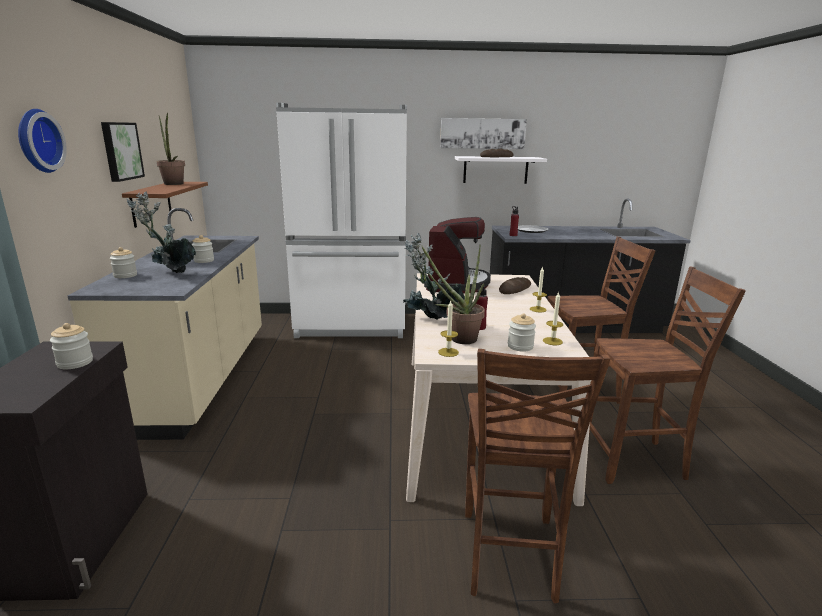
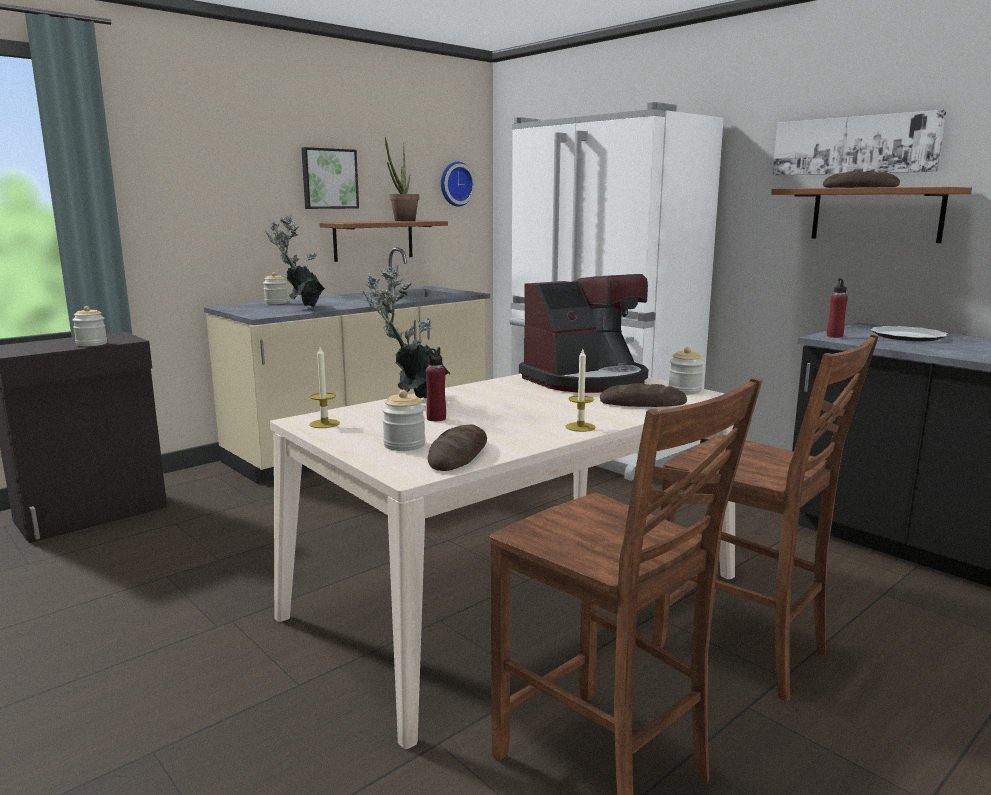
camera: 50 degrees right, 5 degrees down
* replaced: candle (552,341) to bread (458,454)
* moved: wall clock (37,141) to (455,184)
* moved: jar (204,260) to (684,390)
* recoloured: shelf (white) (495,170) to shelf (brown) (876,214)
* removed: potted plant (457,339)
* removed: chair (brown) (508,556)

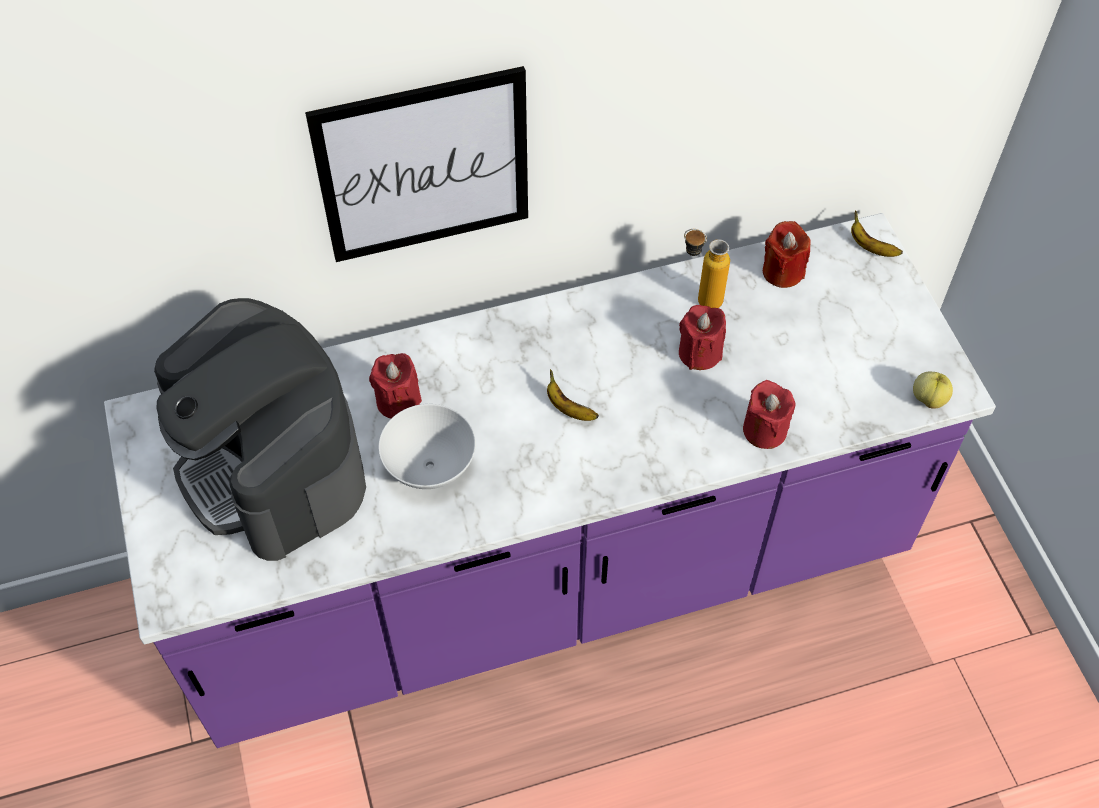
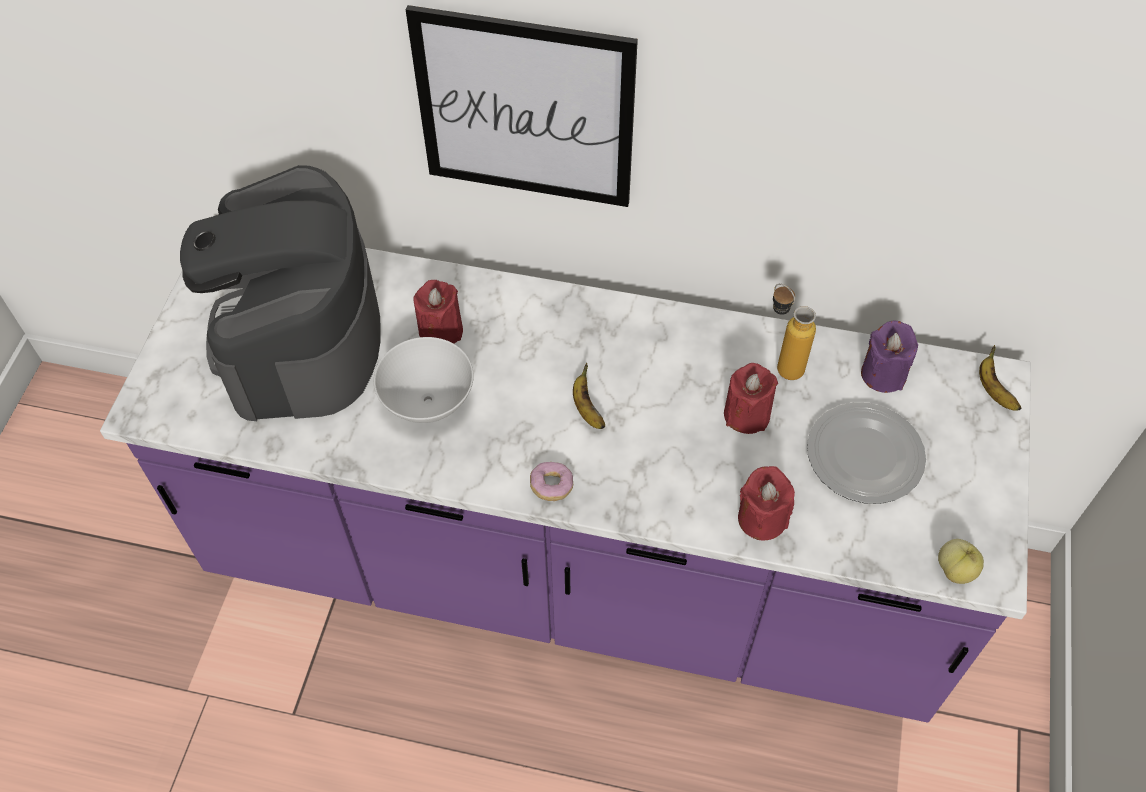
camera: 30 degrees right, 0 degrees up
* added: donut (551,486)
* added: plate (865,457)
* recoloured: candle (red) (782,272) to candle (purple) (883,374)

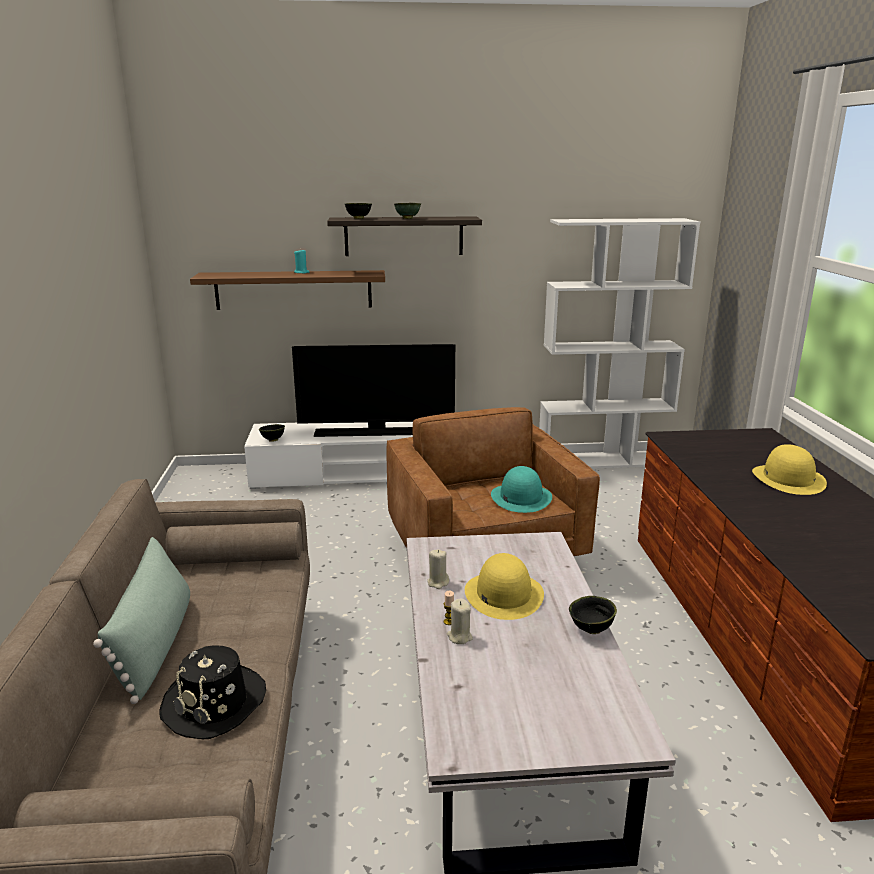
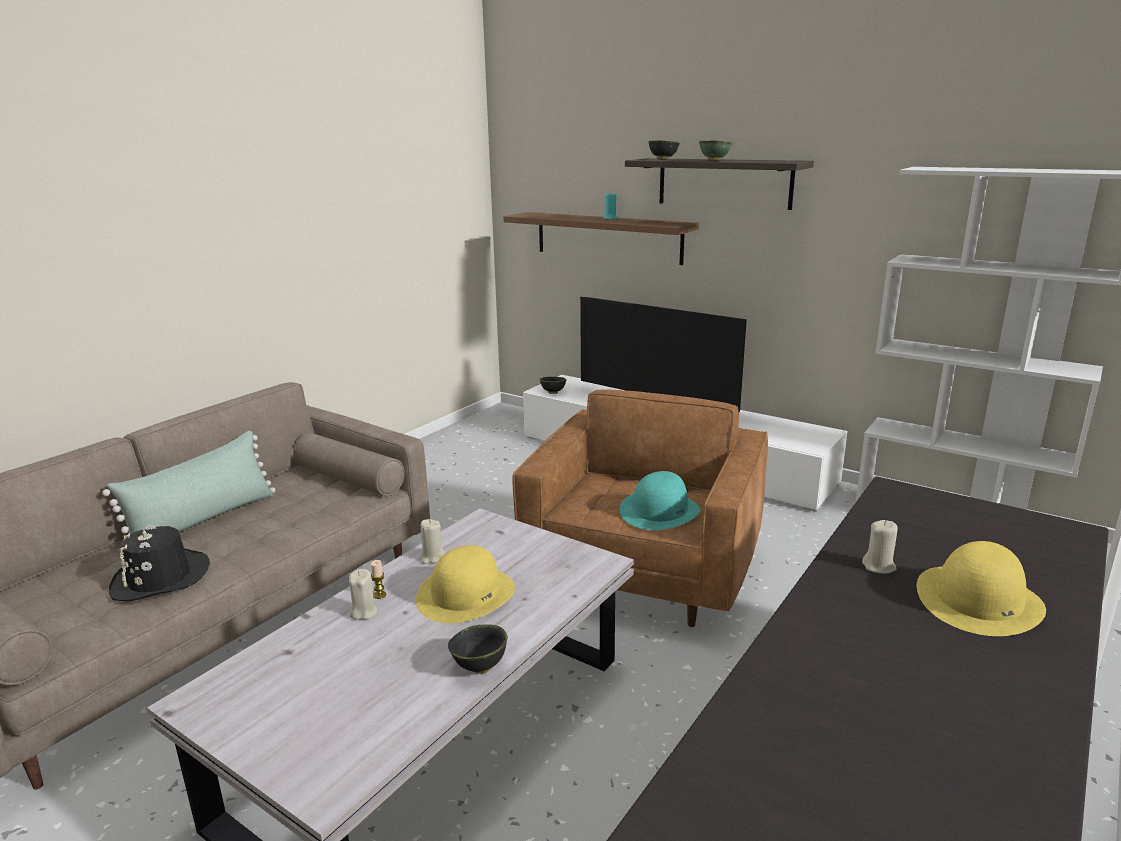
camera: 40 degrees right, 0 degrees up
* added: candle (beige) (879,566)

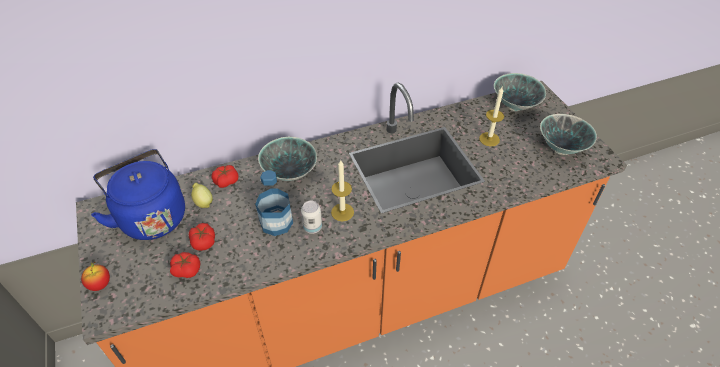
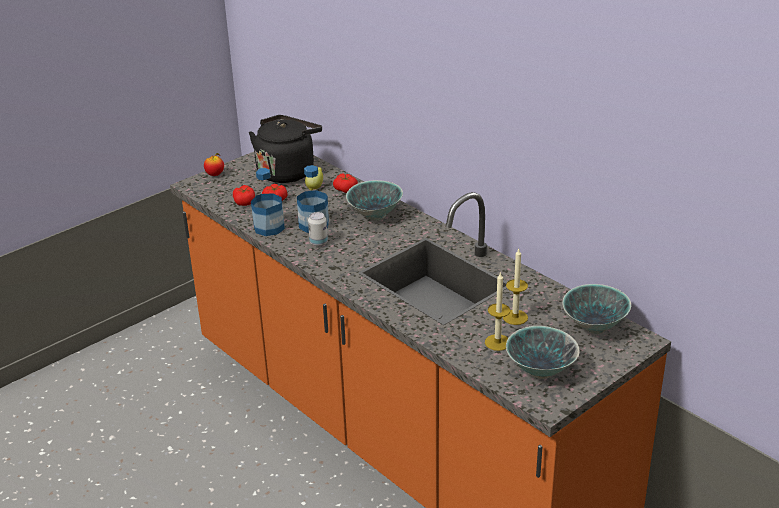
camera: 70 degrees right, 15 degrees down
* recoloured: kettle (blue) (151,216) to kettle (black) (287,171)
* added: bottle (269,228)
* moved: candle (342,212) to (497,342)

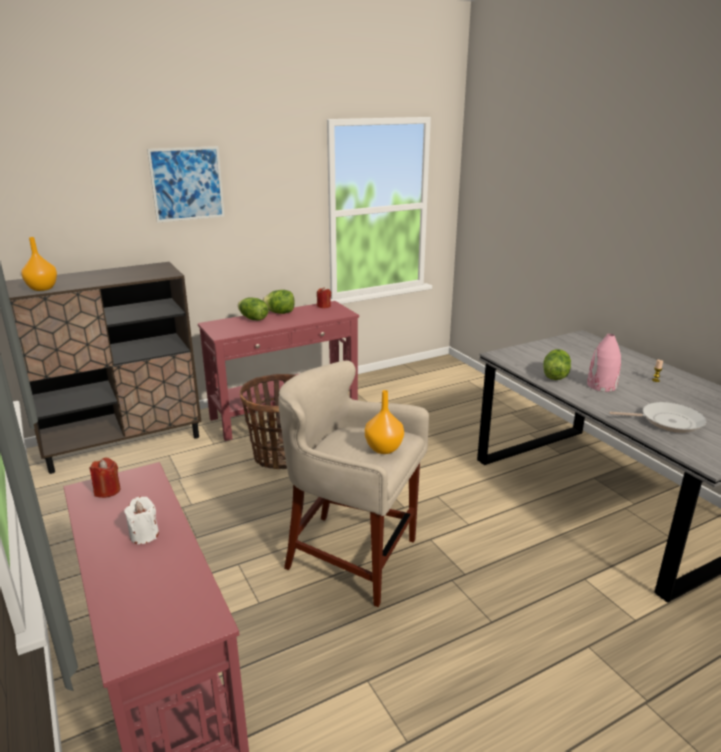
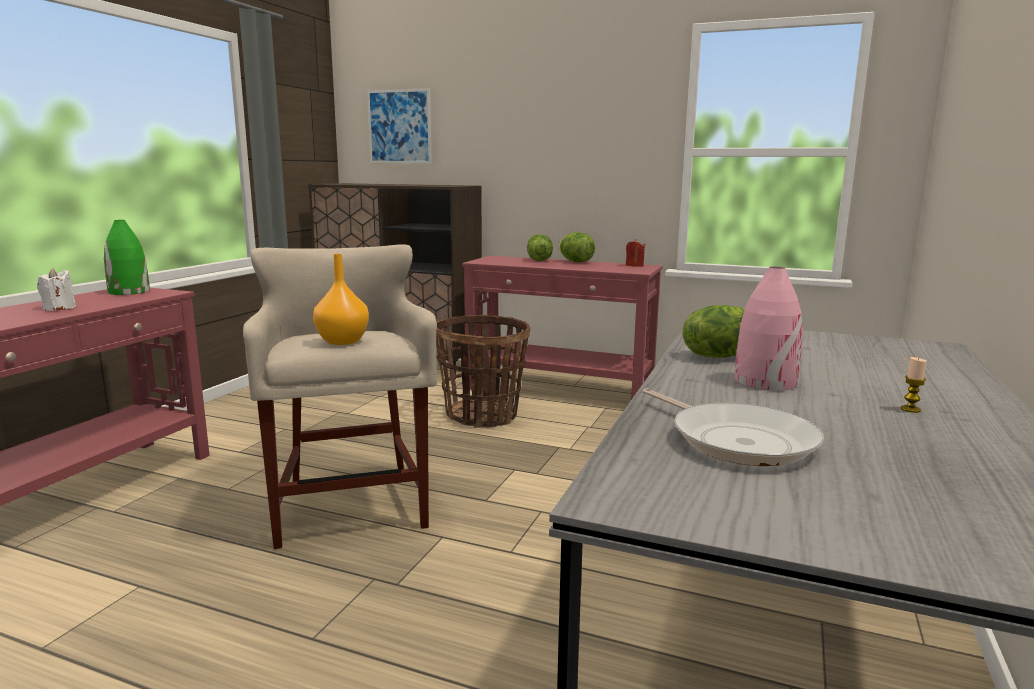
camera: 50 degrees right, 10 degrees down
* replaced: candle (red) (107,490) to vase (green) (129,292)
* moved: picture (187,184) to (399,126)
* removed: vase (orange) (42,288)

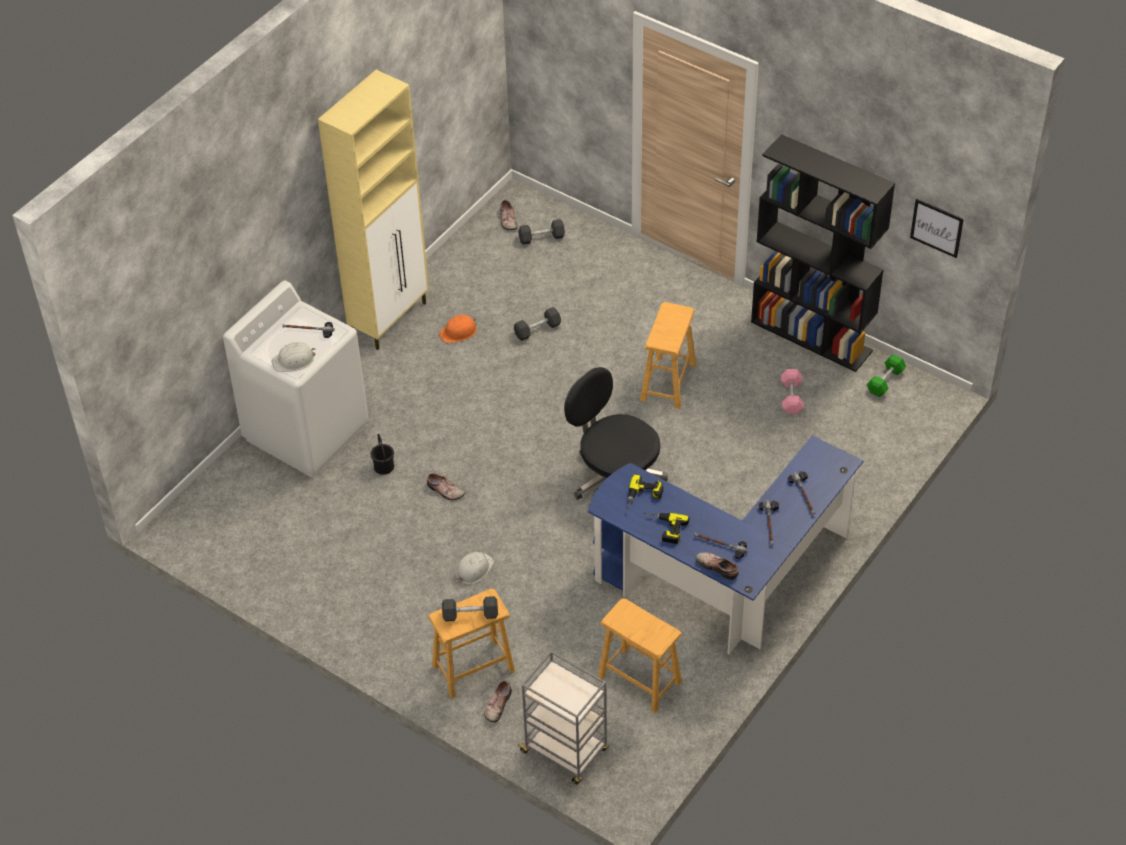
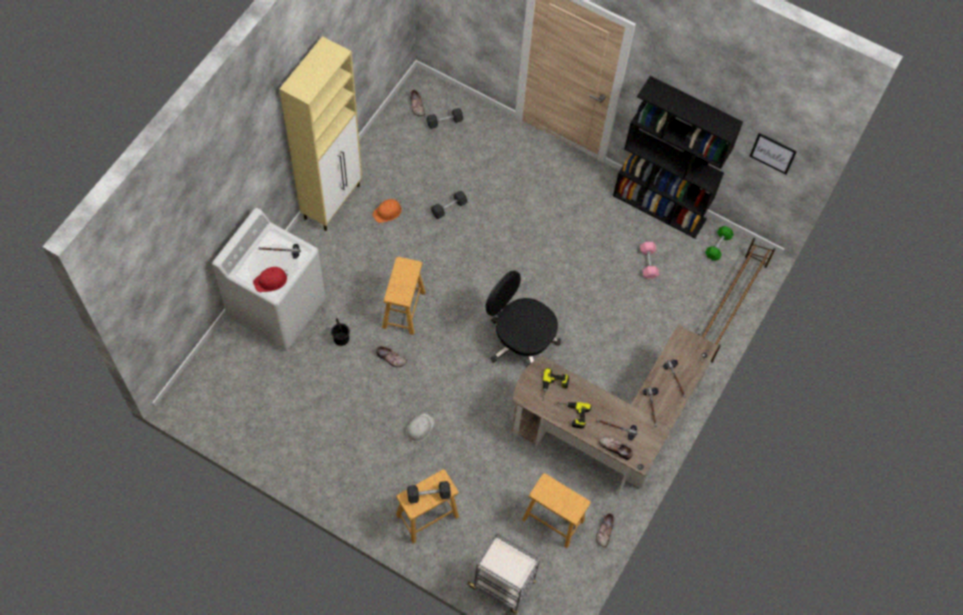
camera: 10 degrees left, 15 degrees up
* recoloured: hard hat (white) (294,360) to hard hat (red) (271,280)
* moved: stool (brown) (668,382) to (403,310)
* recoloured: desk (blue) (724,581) to desk (brown) (610,430)
* moved: shoe (497,705) to (604,531)
* added: shoe rack (brown) (728,308)

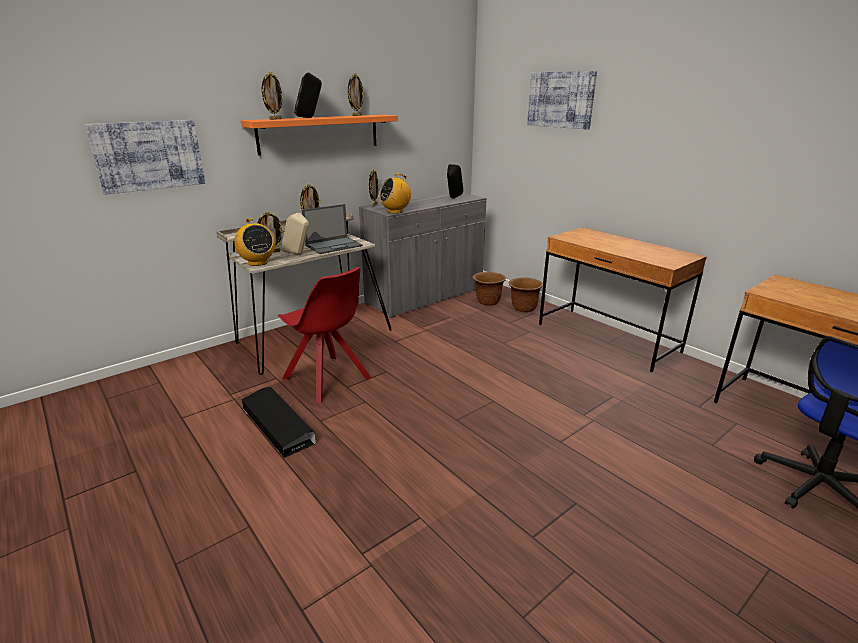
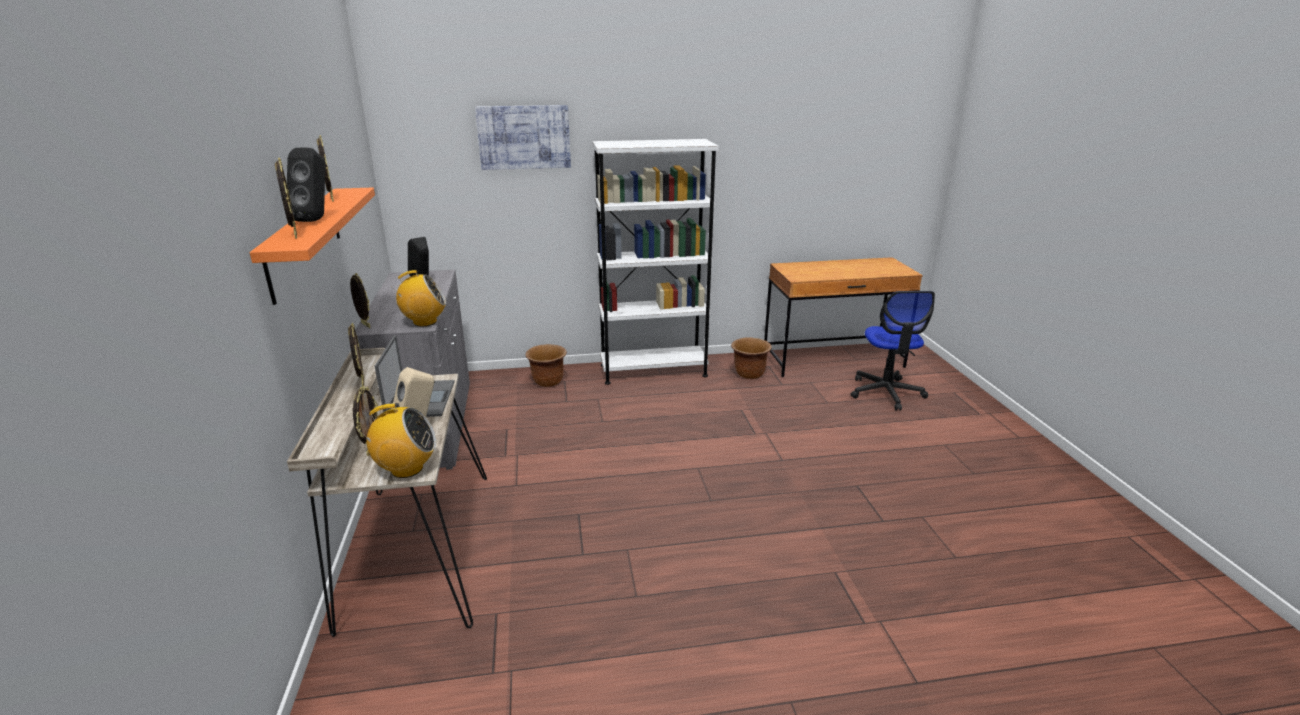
camera: 60 degrees left, 0 degrees up
* turned: radio (395,211) = (424,322) 105 degrees counterclockwise
* replaced: desk (brown) (607,338) to bookcase (white) (653,370)
* moved: planter (brown) (487,302) to (749,374)
* removed: picture (149,156)
* removed: storage box (black) (278,425)
* removed: chair (red) (328,379)

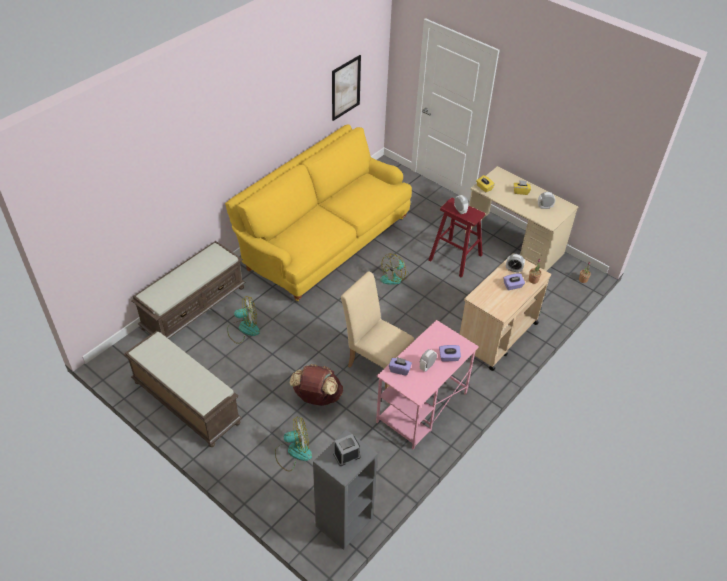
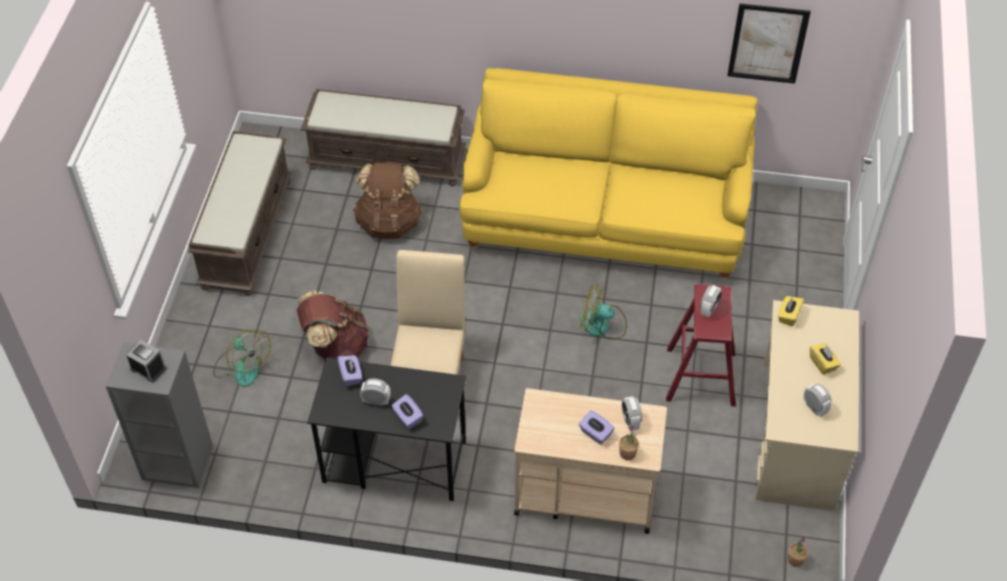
camera: 60 degrees right, 5 degrees up
* recoloured: desk (pink) (421,408) to desk (black) (393,462)
* replaced: fan (243,329) to backpack (brown) (389,222)

